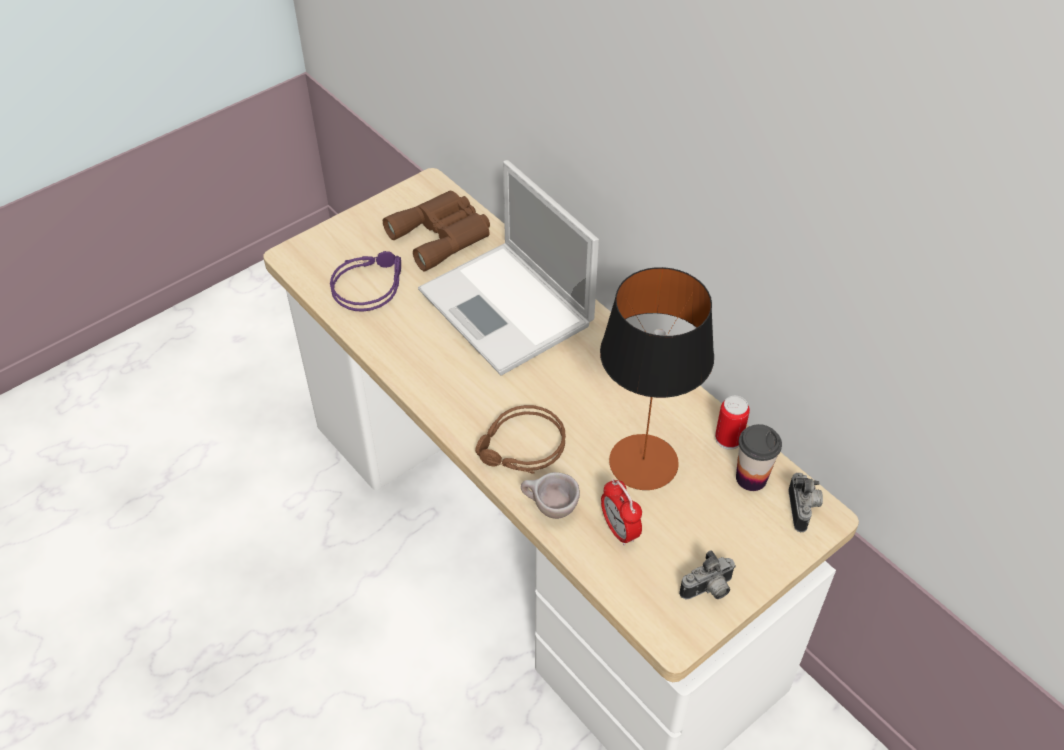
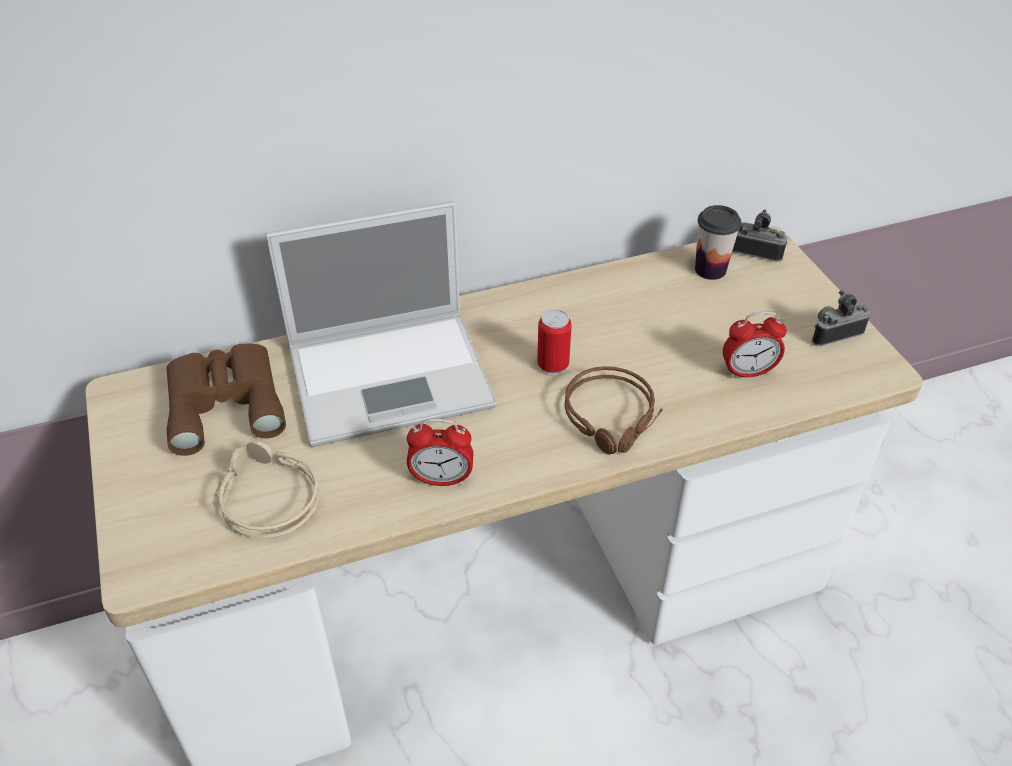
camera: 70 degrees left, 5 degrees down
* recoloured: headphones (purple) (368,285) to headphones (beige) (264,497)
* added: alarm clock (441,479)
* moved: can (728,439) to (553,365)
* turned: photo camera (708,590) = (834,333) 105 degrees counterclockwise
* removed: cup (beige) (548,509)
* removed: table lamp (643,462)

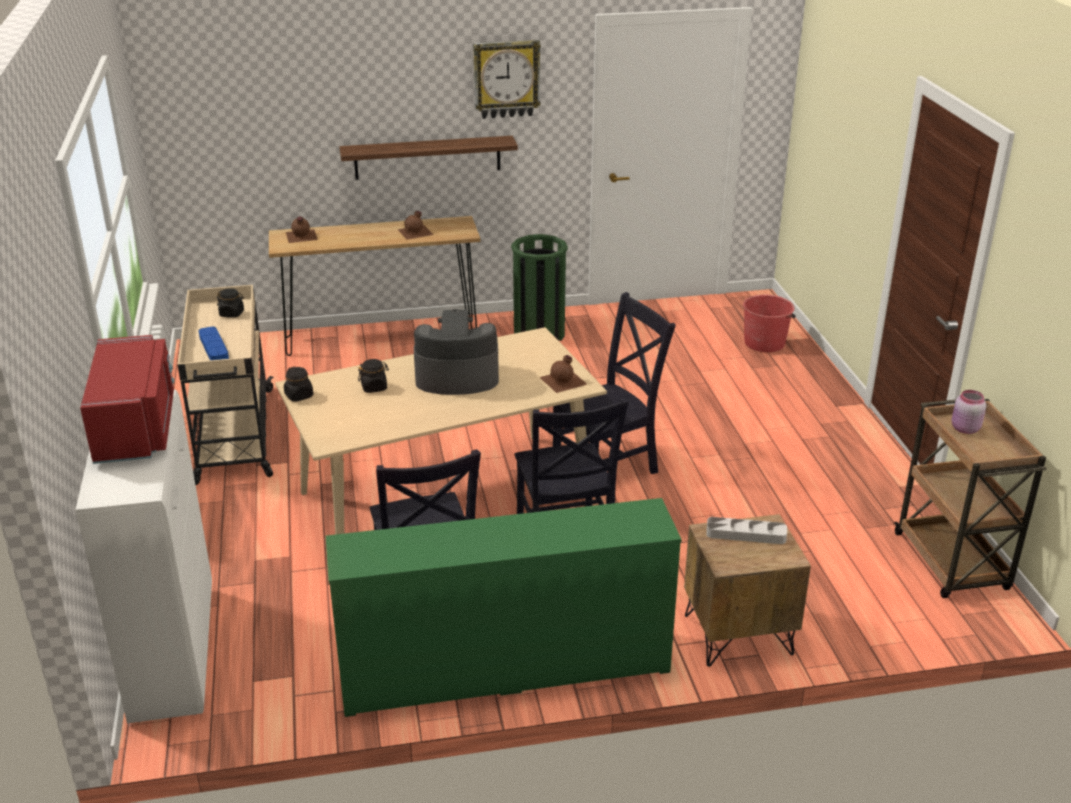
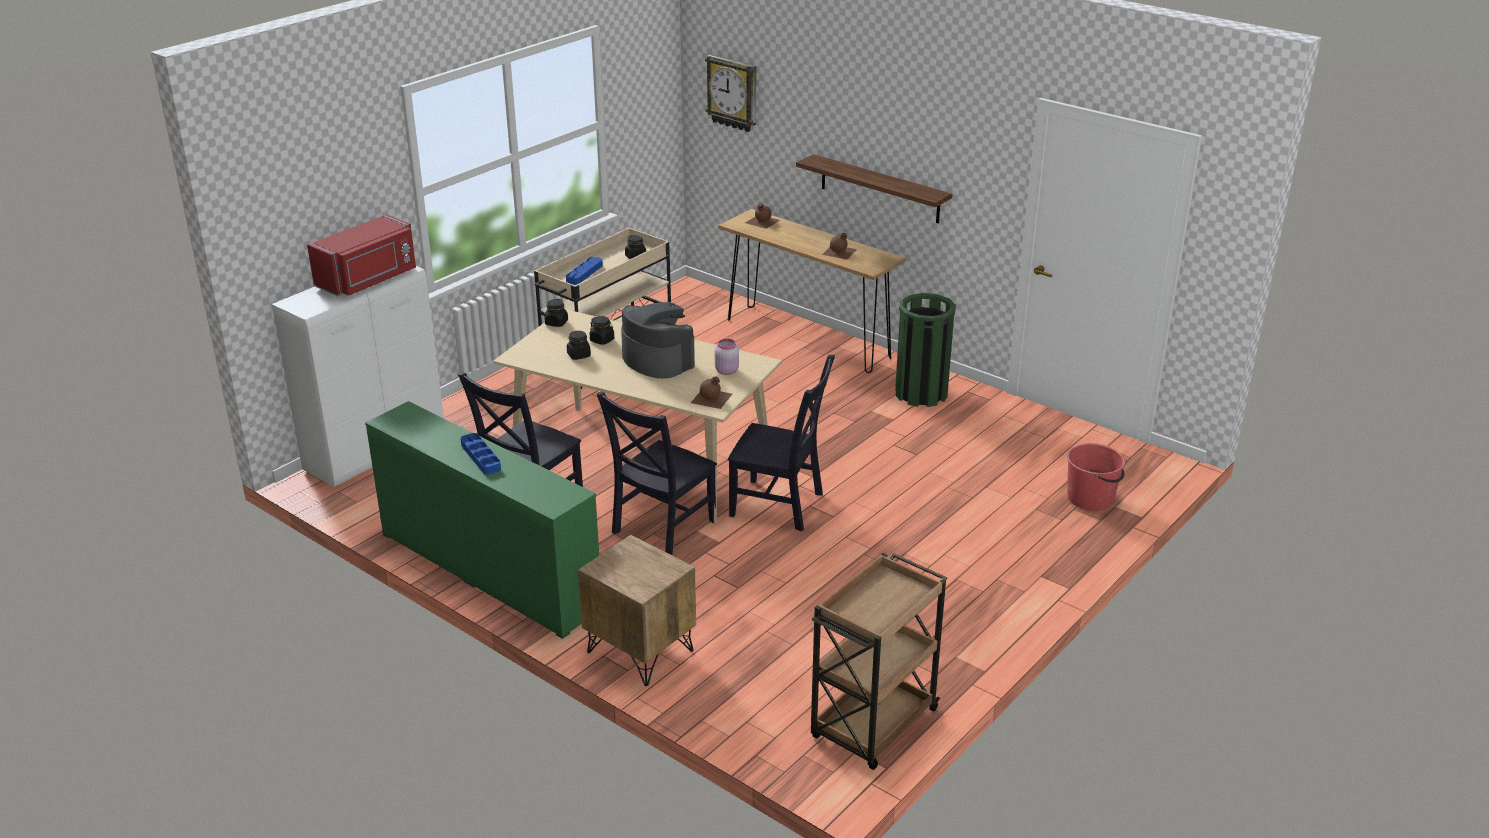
camera: 50 degrees right, 0 degrees up
* added: tray (blue) (480,457)
* added: jar (black) (578,355)
* moved: wall clock (506,79) to (733,93)
* moved: jar (pink) (964,429) to (726,371)
* removed: tray (grey) (746,534)

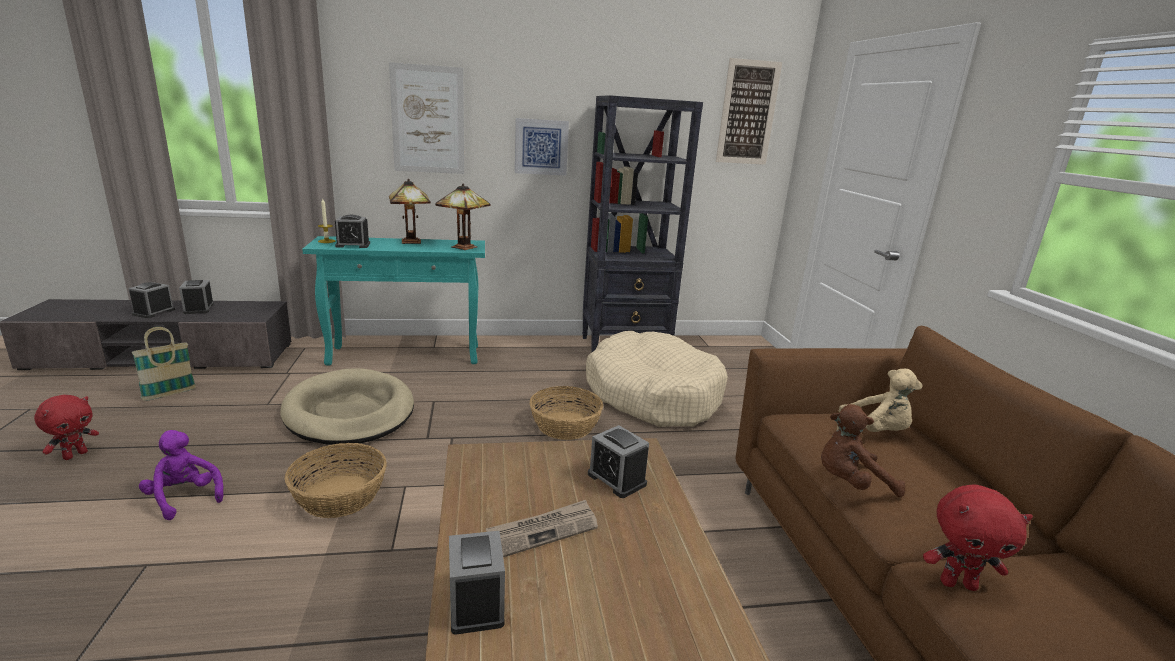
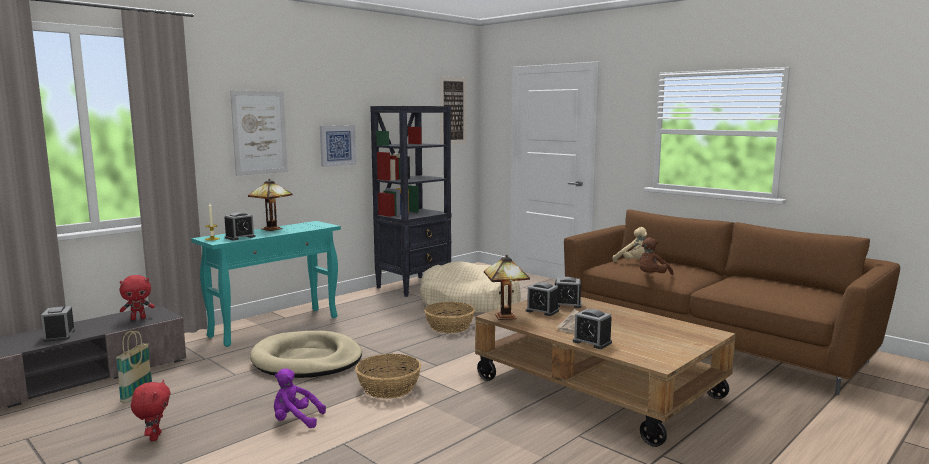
camera: 35 degrees left, 10 degrees down
* moved: plush toy (red) (957,583) to (138,318)
* moved: table lamp (464,248) to (507,317)
* moved: alarm clock (199,308) to (542,311)
* turned: plush toy (beige) (874,433) = (634,262) 60 degrees clockwise

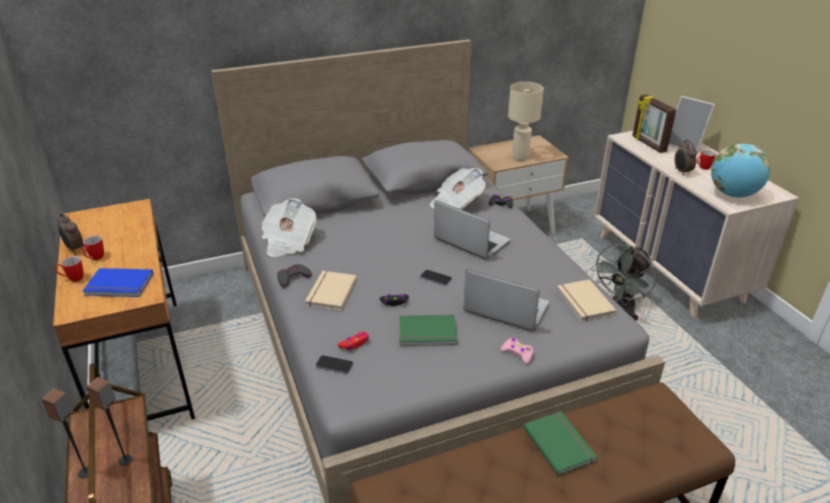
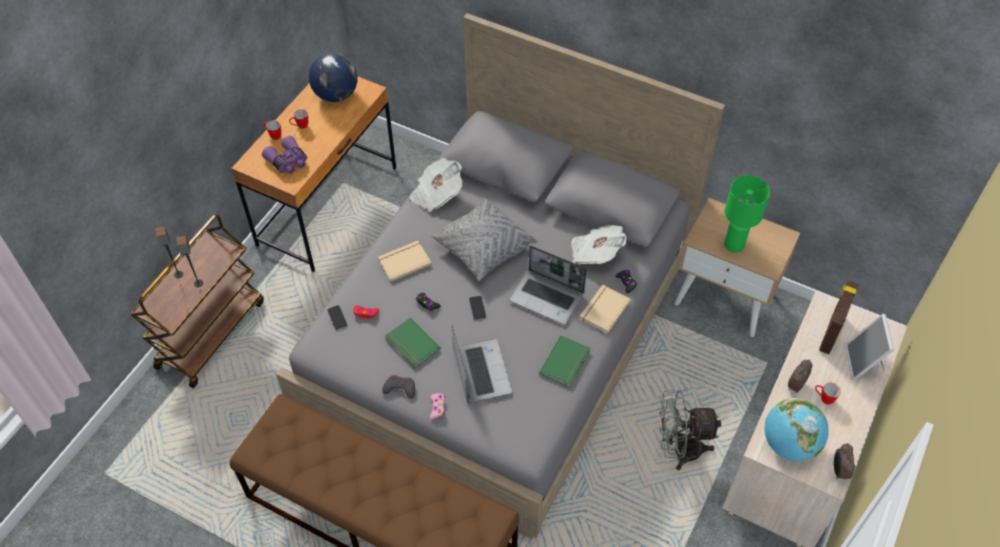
camera: 50 degrees right, 20 degrees up
* replaced: book (blue) (119,285) to binoculars (purple) (288,161)
* added: globe (336,95)
* moved: game controller (grey) (293,278) to (400,388)
* added: pillow (grey) (484,248)
* turned: laptop (470,241) = (548,297) 120 degrees clockwise
* moved: book (green) (560,443) to (566,362)
* moved: book (beige) (583,302) to (603,309)
* recoloured: table lamp (beige) (520,157) to table lamp (green) (734,245)
* moved: alarm clock (74,249) to (839,471)

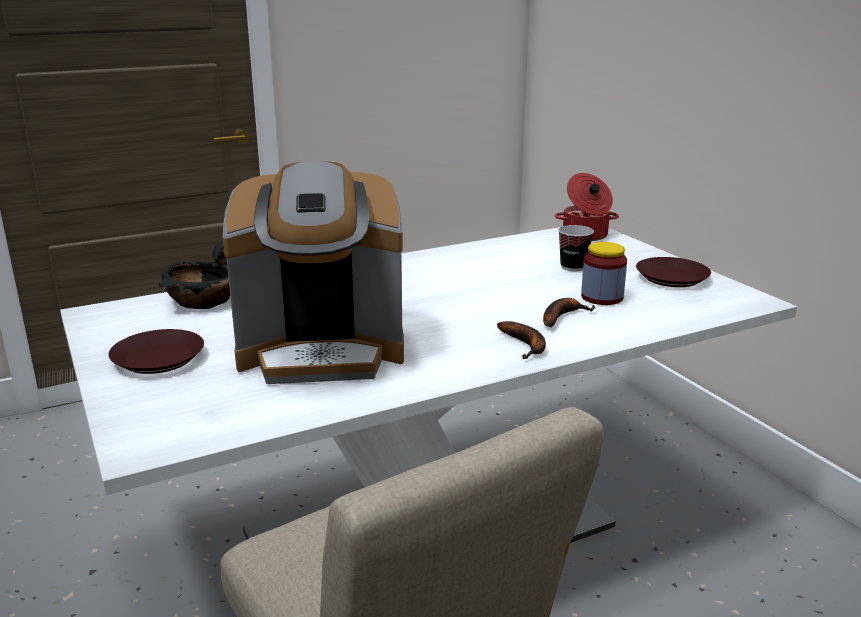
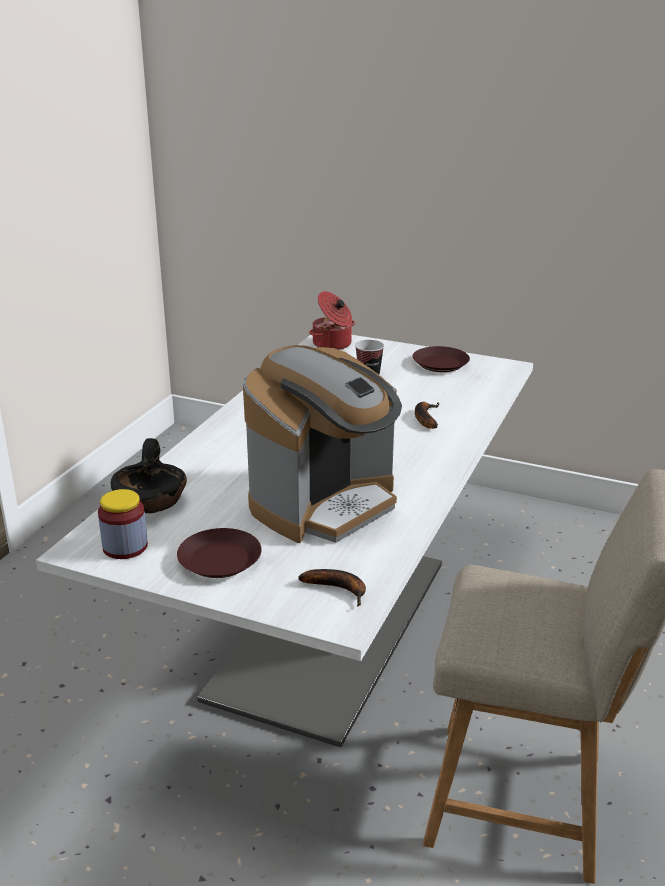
camera: 40 degrees left, 5 degrees up
* moved: jar (602,297) to (125,547)
* moved: banana (526,345) to (339,589)

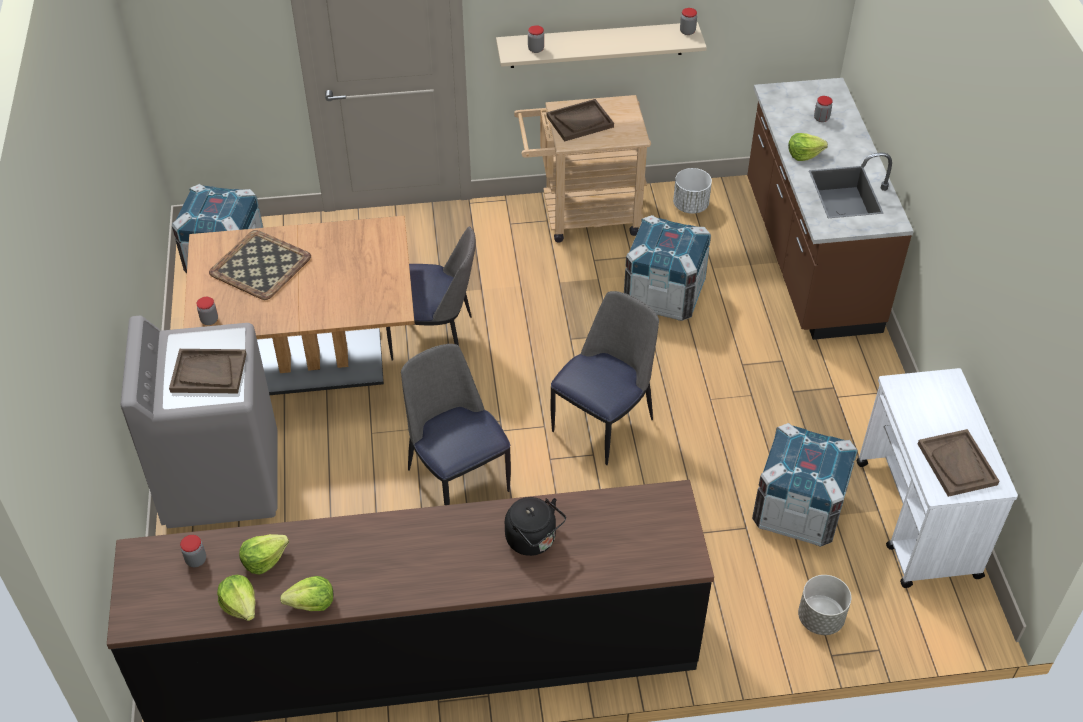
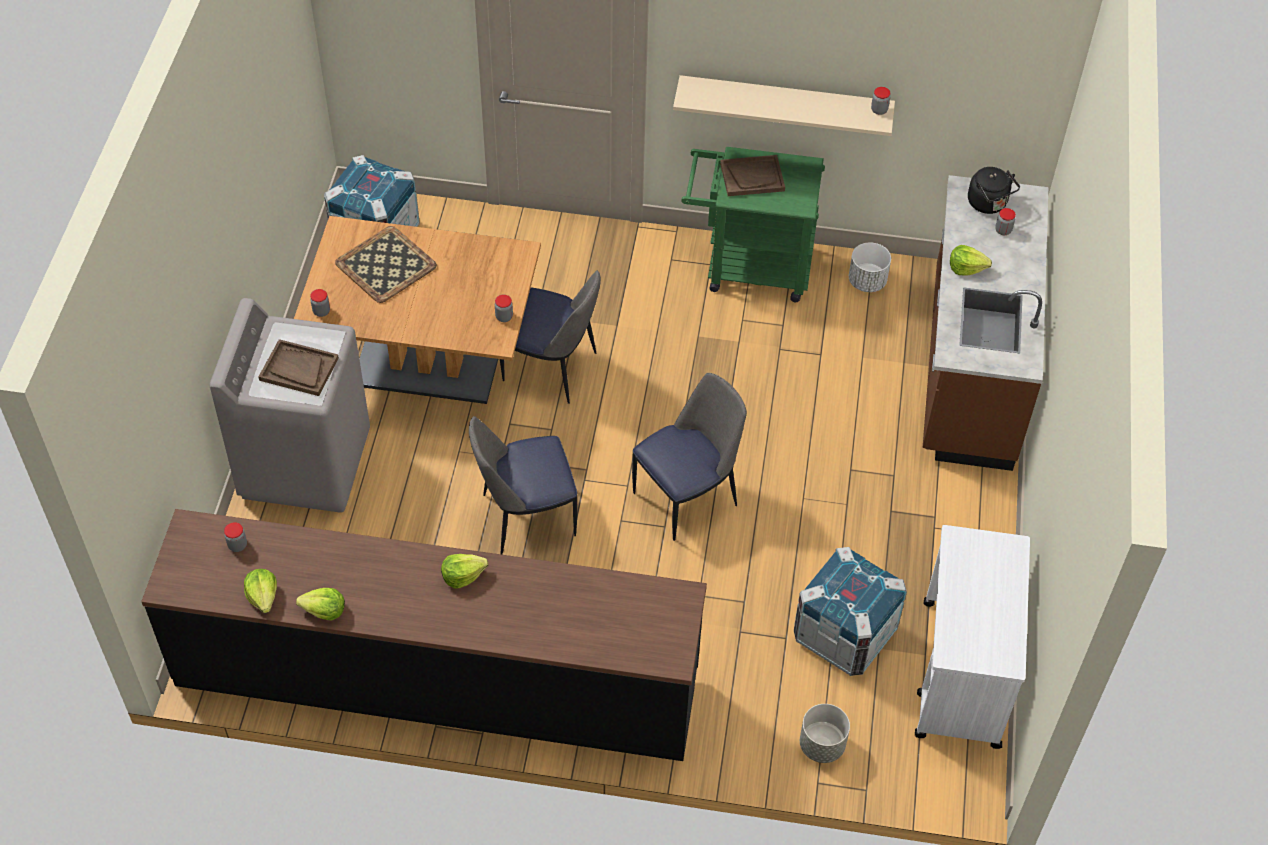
camera: 15 degrees right, 5 degrees up
* moved: lettuce (264,560) to (462,576)
* turned: chair (457,477) = (525,516) 90 degrees counterclockwise
* moved: jar (536,49) to (504,317)
* recoloured: cart (beige) (581,216) to cart (green) (748,267)
* moved: kettle (black) (533,540) to (989,204)
* removed: crate (664,294)
* removed: tray (brown) (957,464)

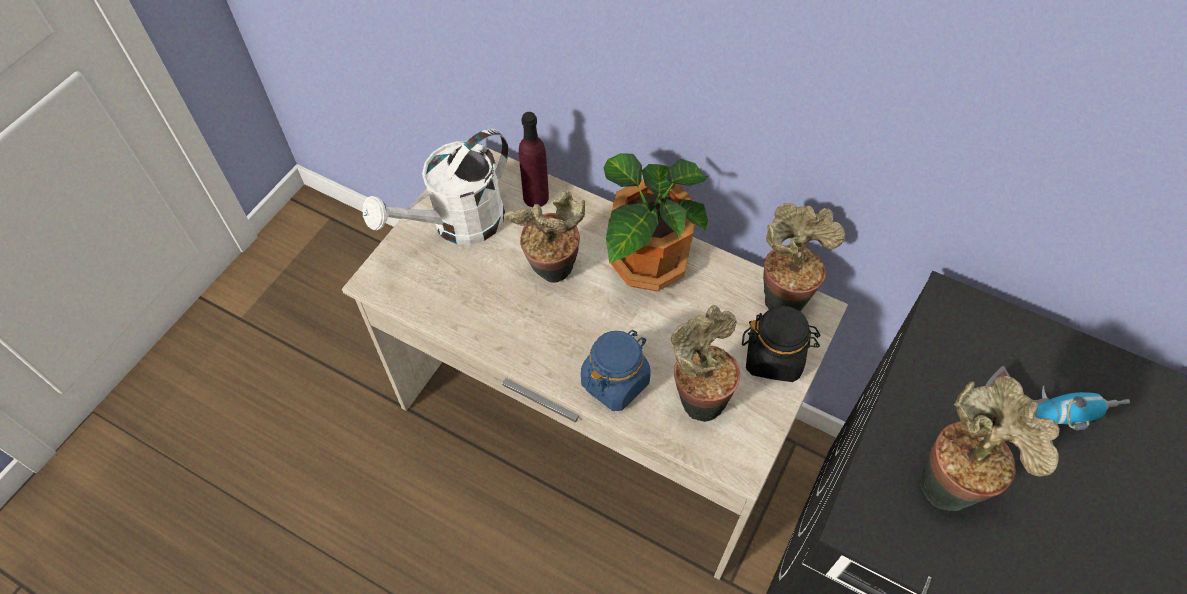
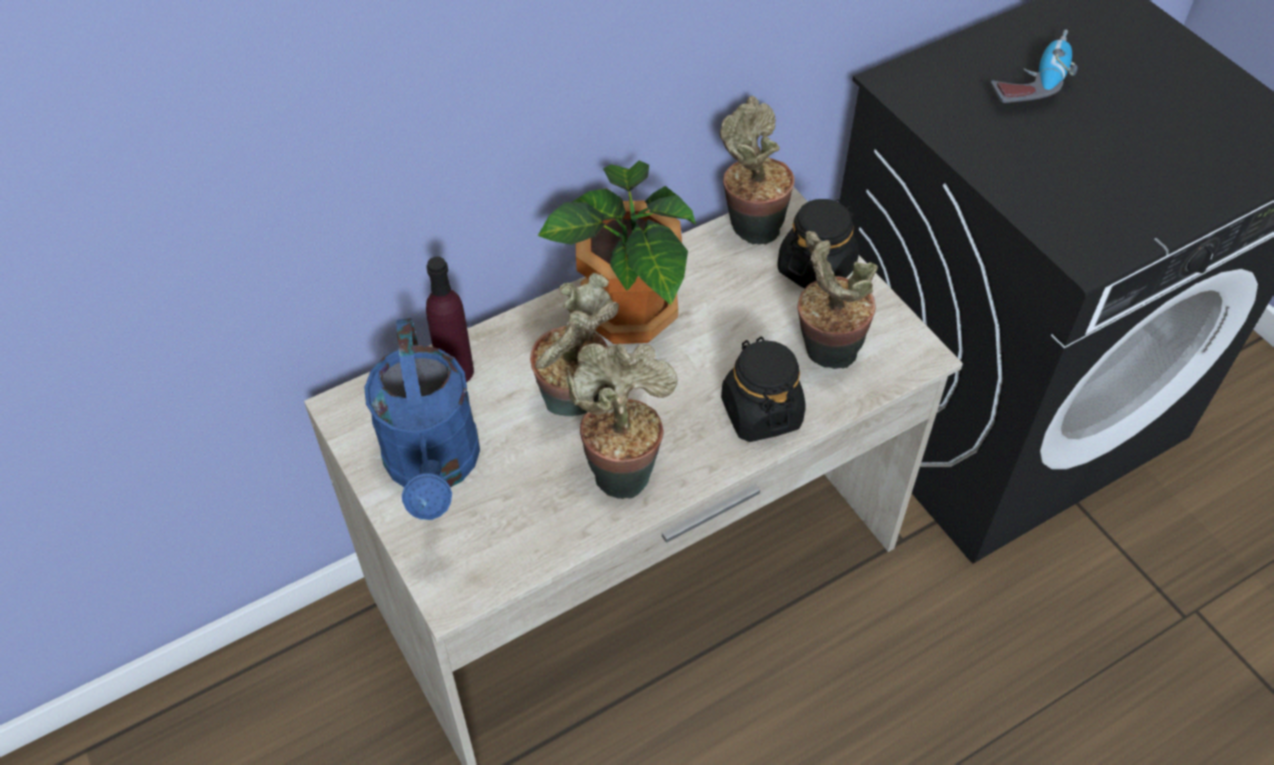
camera: 60 degrees left, 5 degrees down
* recoloured: watering can (white) (457,225) to watering can (blue) (434,468)
* moved: potted plant (951,482) to (621,469)
* recoloured: jar (blue) (615,382) to jar (black) (760,412)

